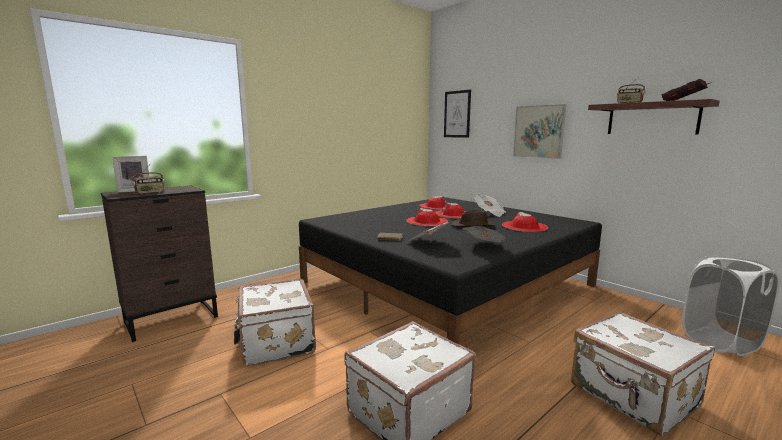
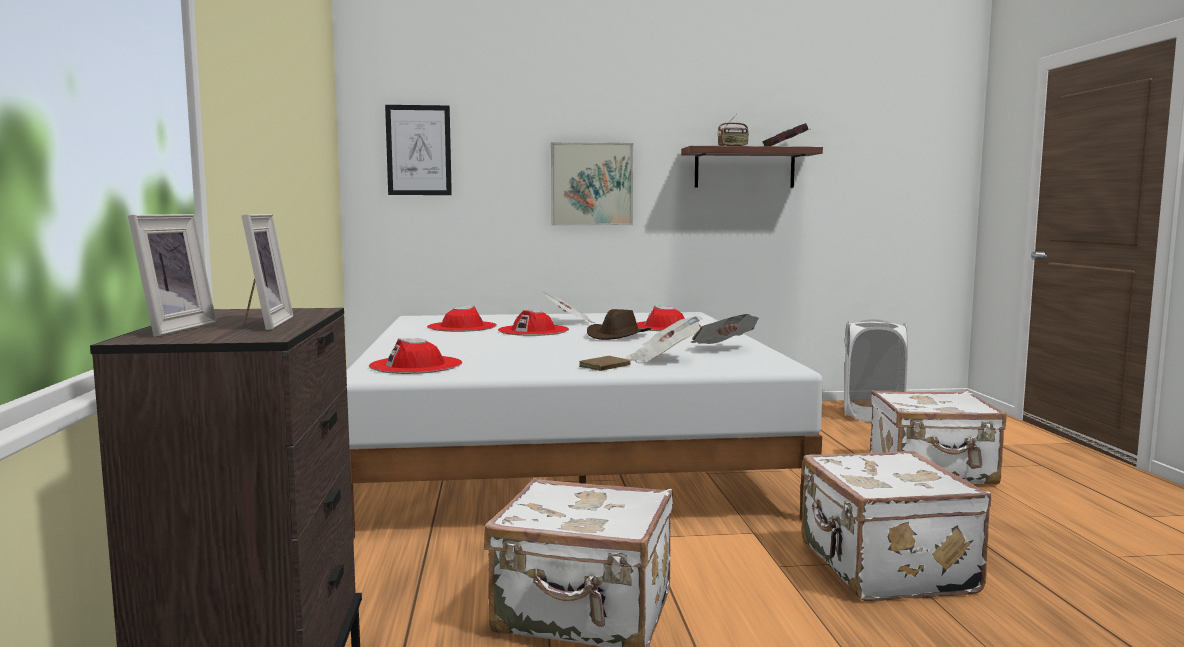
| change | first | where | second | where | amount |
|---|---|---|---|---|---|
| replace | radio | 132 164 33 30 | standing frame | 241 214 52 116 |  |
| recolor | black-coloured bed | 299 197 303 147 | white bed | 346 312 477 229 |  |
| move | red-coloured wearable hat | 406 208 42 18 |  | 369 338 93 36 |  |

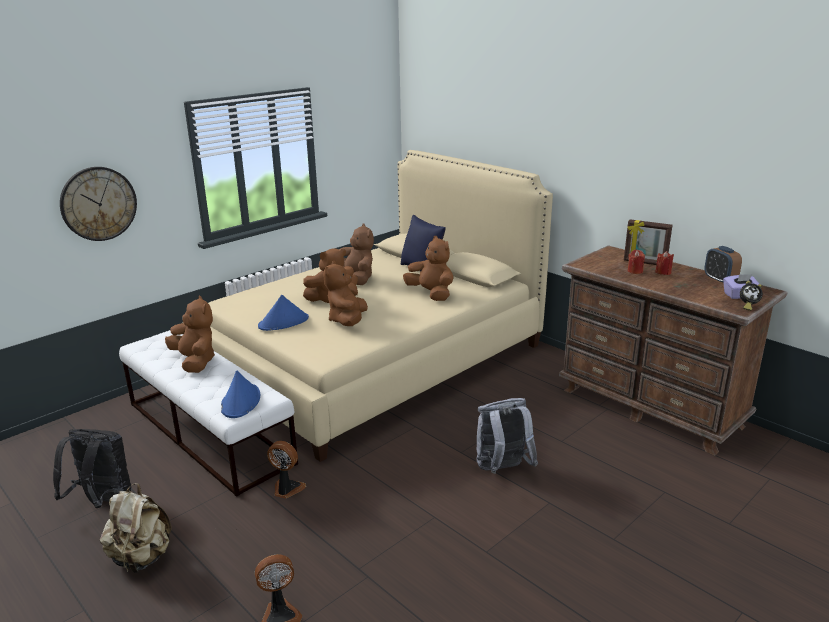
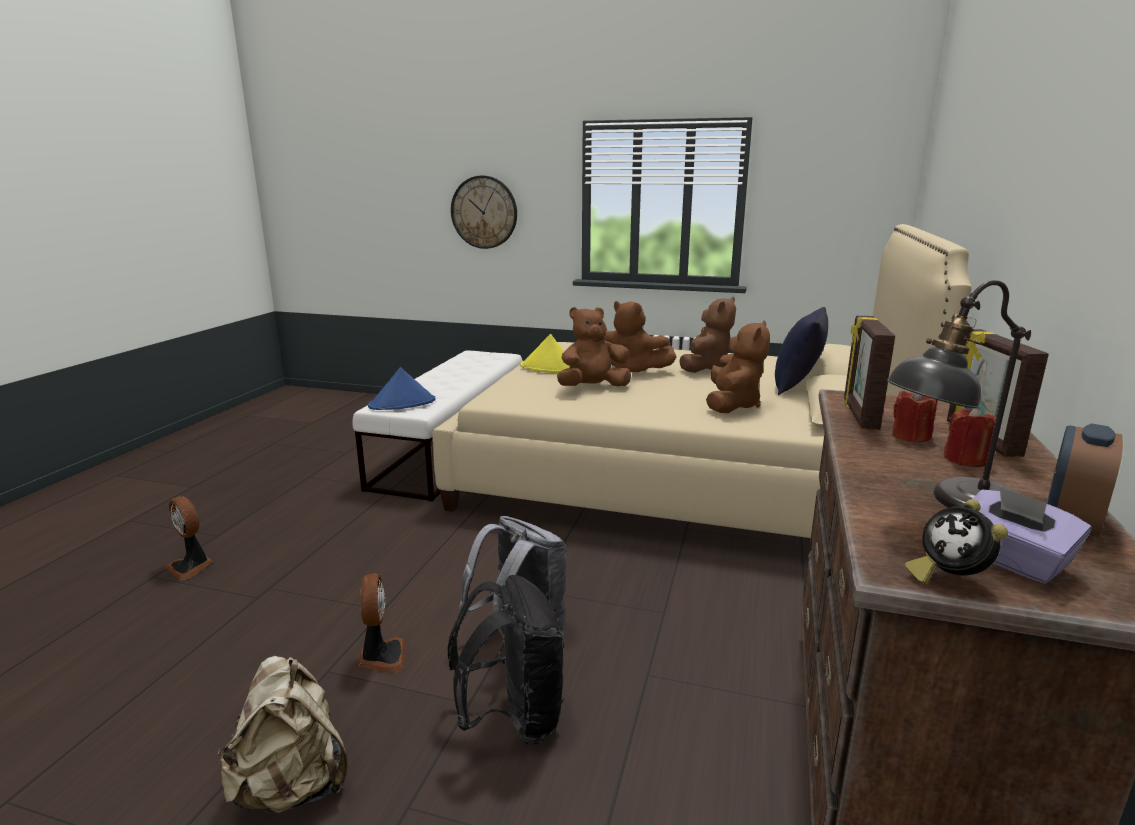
| change | first | where | second | where | amount |
|---|---|---|---|---|---|
| move | black-coloured knapsack | 53 429 78 79 |  | 447 575 117 170 |  |
| move | beige knapsack | 100 483 71 90 |  | 217 656 131 157 |  |
| delete | brown-coloured plush toy | 165 295 50 78 |  |  |  |
| recolor | blue wearable hat | 258 295 51 36 | yellowish wearable hat | 520 334 50 39 |  |
| move | cooling fan | 267 441 39 57 |  | 359 573 46 100 |  |
| insert |  |  | standing frame | 844 315 51 115 |  |
| insert |  |  | greyish table lamp | 887 280 144 228 |  |

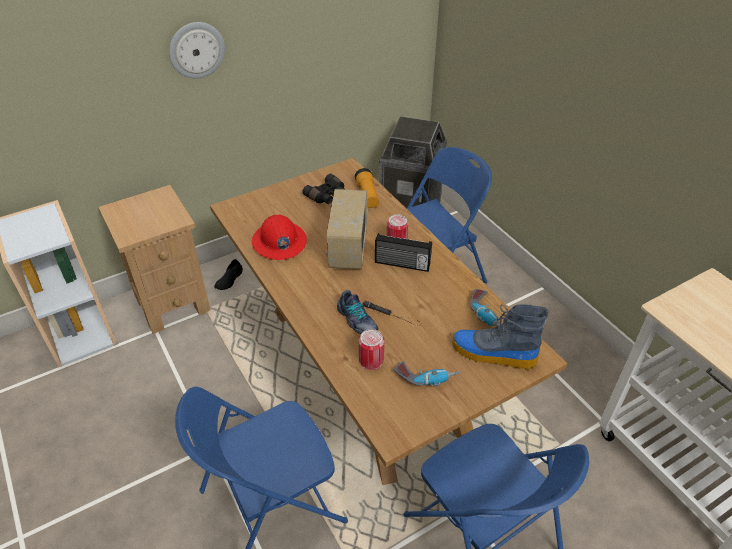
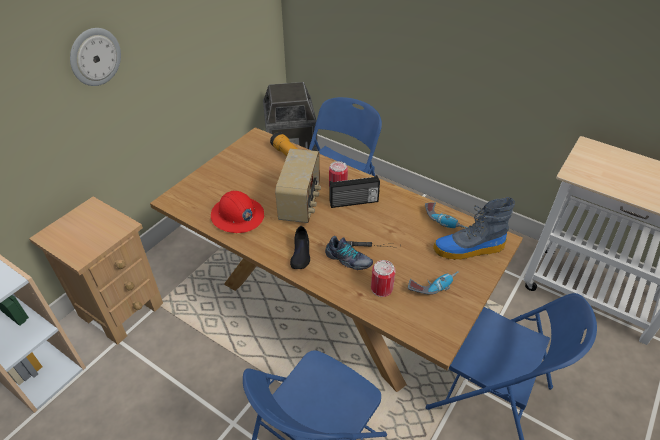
| change | first | where | second | where | amount |
|---|---|---|---|---|---|
| move | black-coloured shoe | 214 259 29 31 |  | 290 226 20 43 |  |
| delete | black-coloured field glasses | 302 174 42 30 |  |  |  |
| rotate | radio | 326 189 41 80 |  | 275 148 46 75 | 150 degrees counterclockwise |

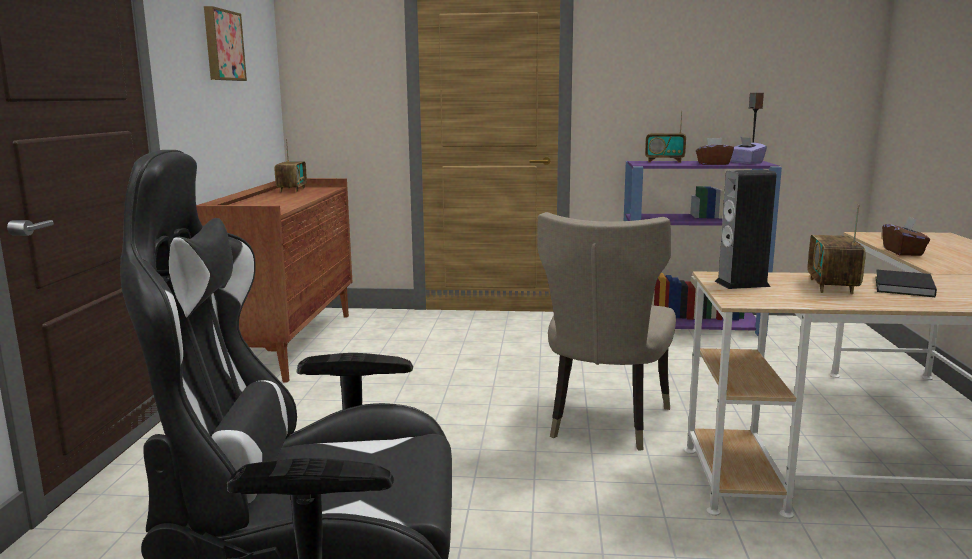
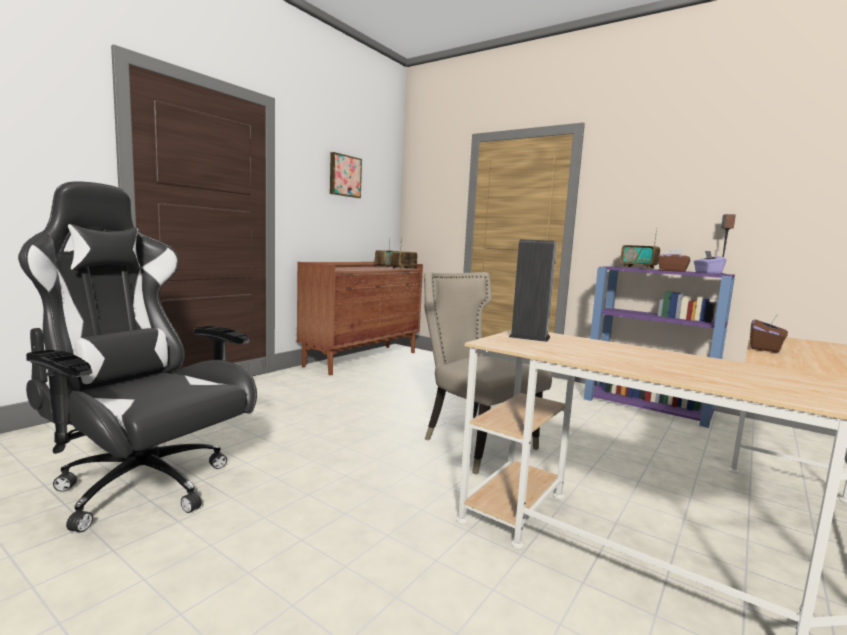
| change | first | where | second | where | amount |
|---|---|---|---|---|---|
| rotate | beige chair | 538 212 138 239 |  | 424 272 128 202 | 90 degrees clockwise |
| move | radio | 807 205 59 89 |  | 391 237 26 32 |  |
| delete | black-coloured bound book | 876 270 61 27 |  |  |  |

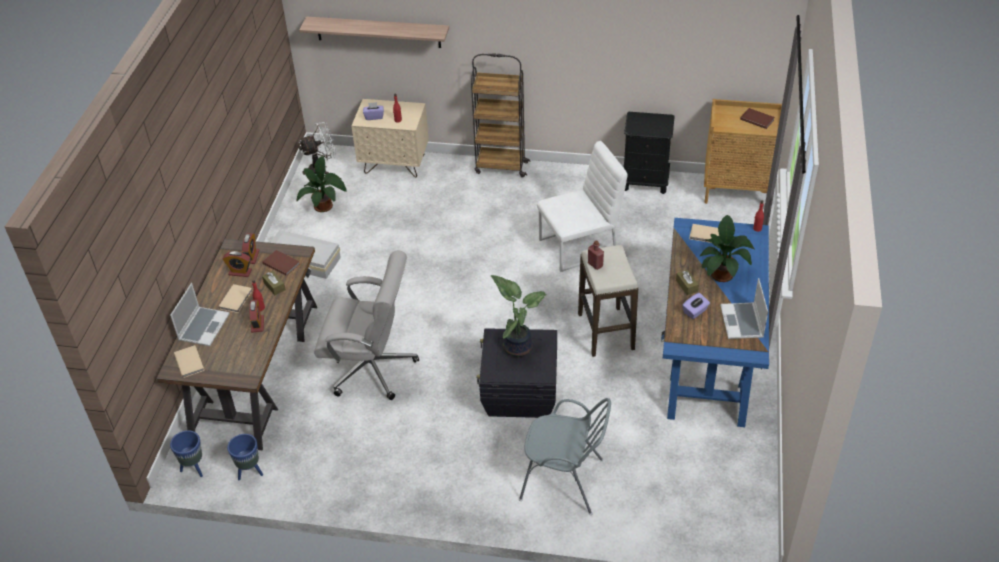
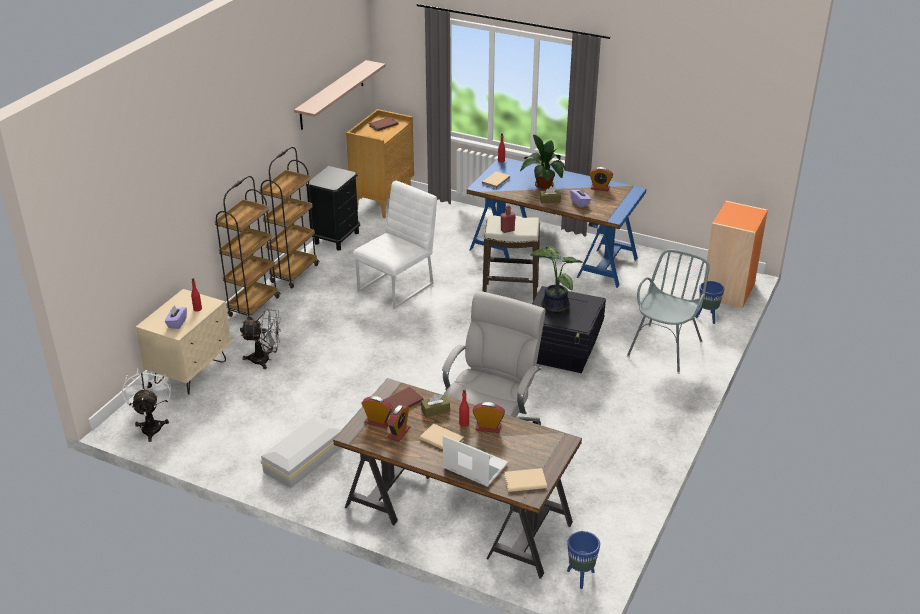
| change | first | where | second | where | amount |
|---|---|---|---|---|---|
| move | blue flower pot | 227 434 36 46 |  | 696 281 28 43 |  |
| delete | potted plant | 296 156 51 56 |  |  |  |
| move | wall shelf | 299 17 150 31 |  | 294 60 92 70 |  |
| rotate | white chair | 537 141 91 131 |  | 353 181 84 128 | 45 degrees clockwise |
| replace | notebook computer | 720 278 48 61 | table clock | 590 167 23 24 |  |
| insert |  |  | greyish cooling fan | 240 309 41 60 |  |
| insert |  |  | brown-coloured wheeled cart | 260 147 60 141 |  |
| insert |  |  | orange bookshelf | 704 201 64 107 |  |

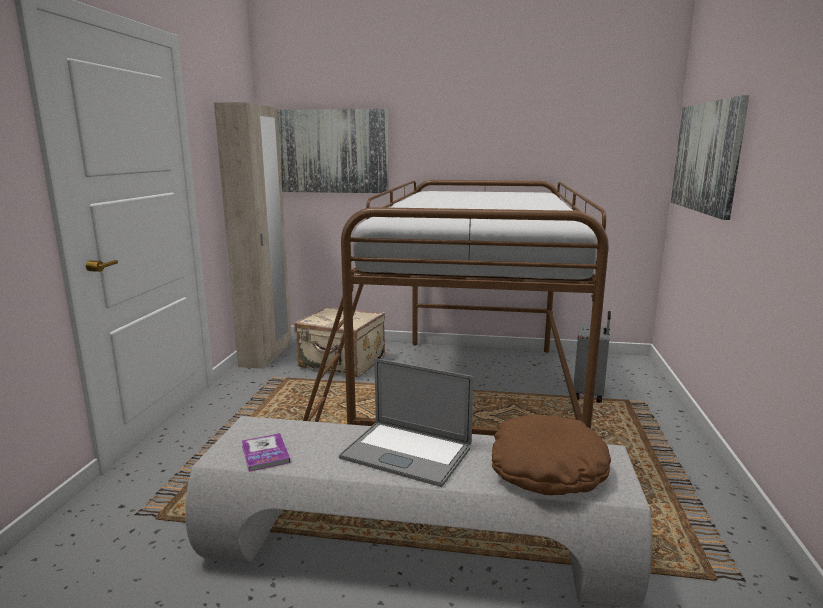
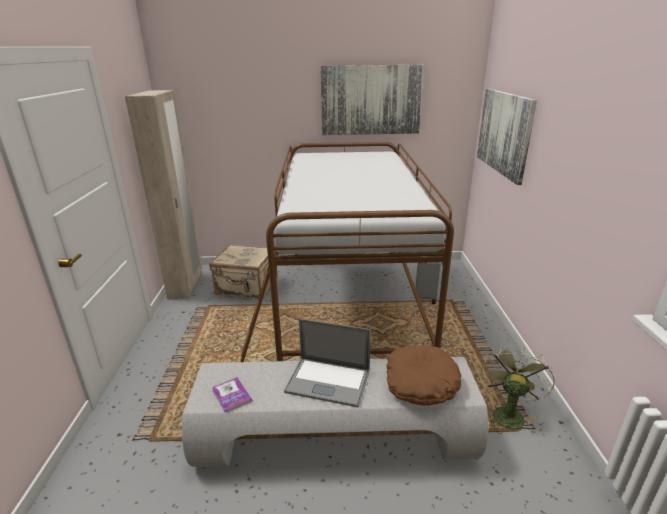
| change | first | where | second | where | amount |
|---|---|---|---|---|---|
| move | wall picture | 277 109 111 84 |  | 321 65 103 70 |  |
| insert |  |  | green-coloured cooling fan | 481 346 74 88 |  |

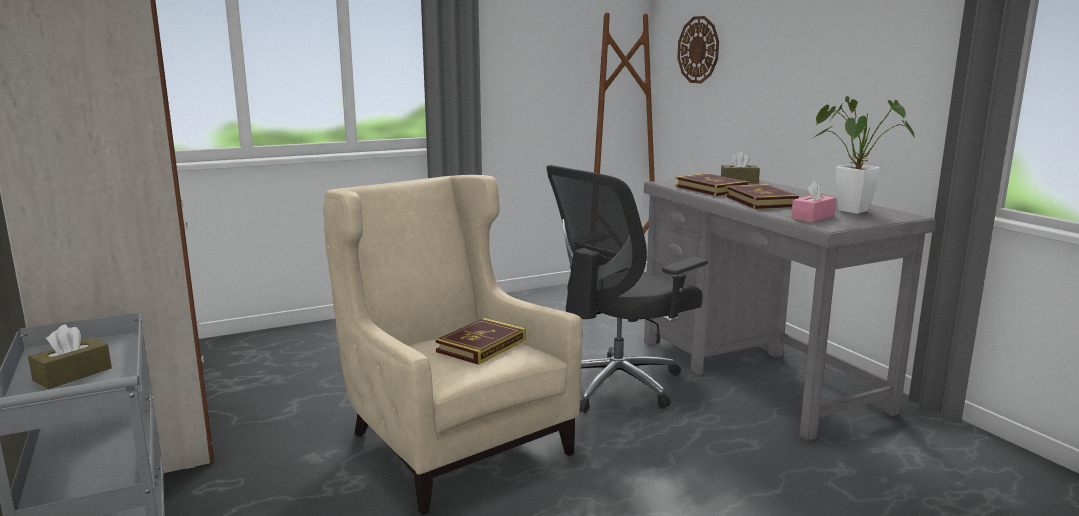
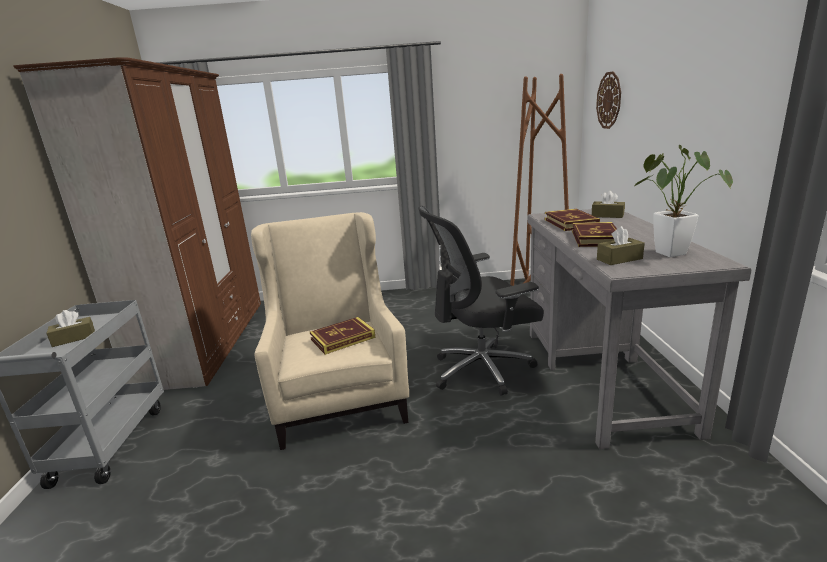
| change | first | where | second | where | amount |
|---|---|---|---|---|---|
| recolor | pink tissue holder | 791 180 45 42 | brown-coloured tissue holder | 597 226 48 39 |  |

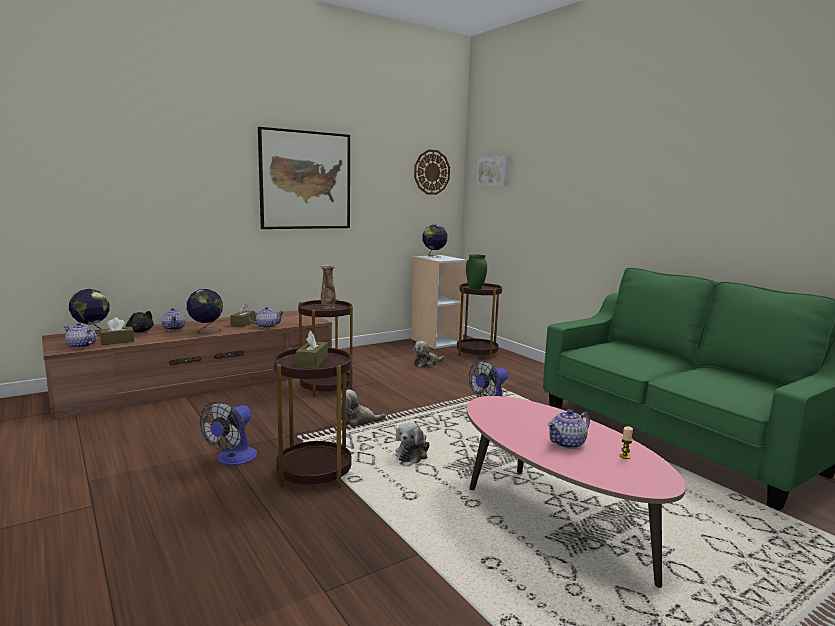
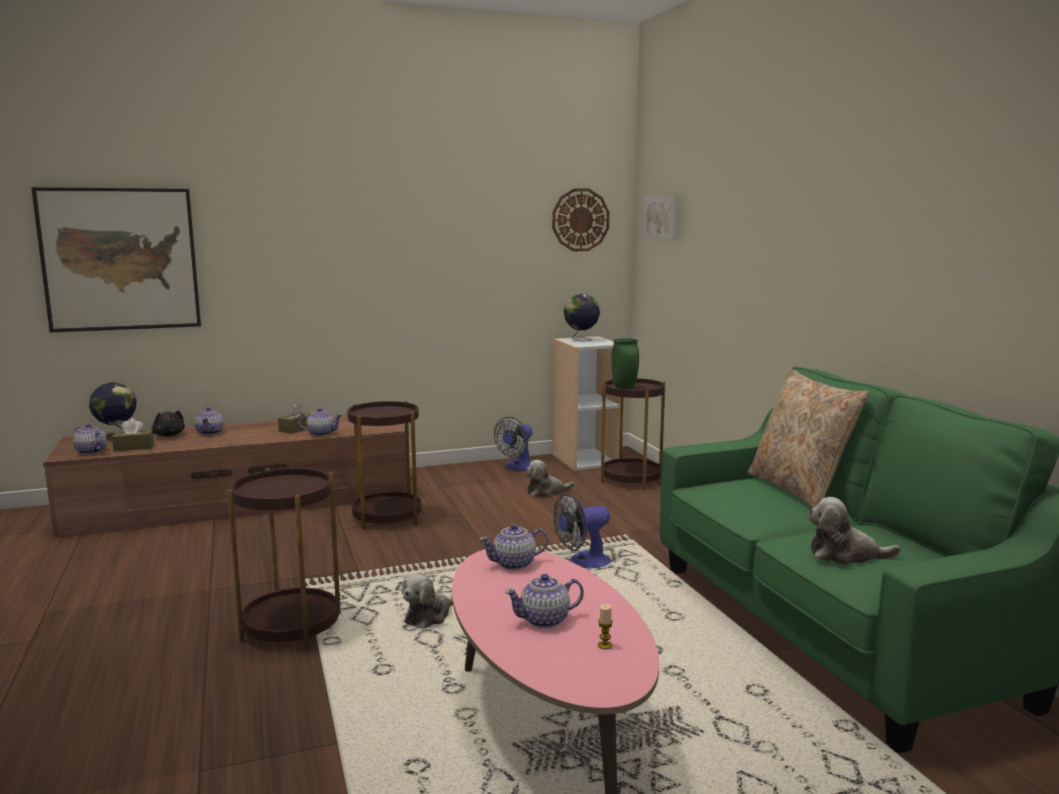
| change | first | where | second | where | amount |
|---|---|---|---|---|---|
| delete | desk globe | 187 289 36 45 |  |  |  |
| move | cooling fan | 200 401 57 64 |  | 494 417 39 53 |  |
| move | wall picture | 258 127 92 102 |  | 31 187 170 146 |  |
| delete | brown-coloured tissue holder | 296 331 32 38 |  |  |  |
| delete | flower vase | 321 265 15 44 |  |  |  |
| move | plush toy | 341 389 45 38 |  | 808 497 93 68 |  |
| insert |  |  | teapot | 480 524 68 46 |  |
| insert |  |  | beige cushion | 748 369 122 139 |  |

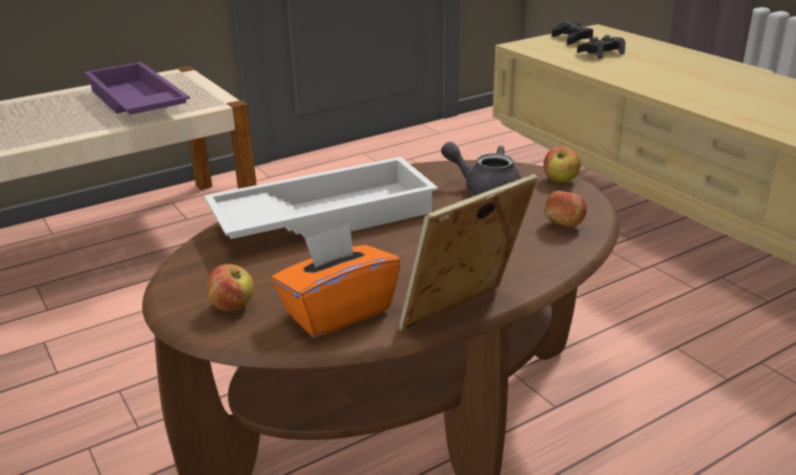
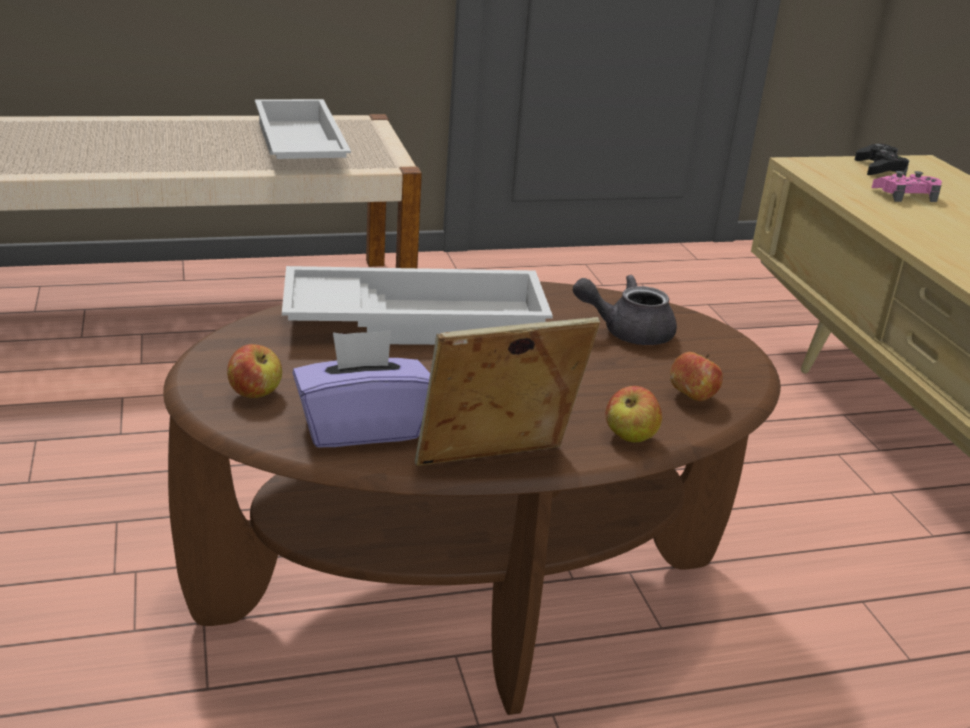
| change | first | where | second | where | amount |
|---|---|---|---|---|---|
| recolor | purplish carrying tray | 84 62 106 53 | white carrying tray | 255 99 96 60 |  |
| recolor | orange tissue holder | 272 225 129 112 | purplish tissue holder | 293 330 137 117 |  |
| rotate | greyish teapot | 441 142 80 54 |  | 573 275 104 70 | 45 degrees counterclockwise |
| move | apple fruit | 543 146 38 37 |  | 605 386 57 56 |  |
| recolor | black-coloured game controller | 577 35 49 24 | pink game controller | 872 171 70 31 |  |

